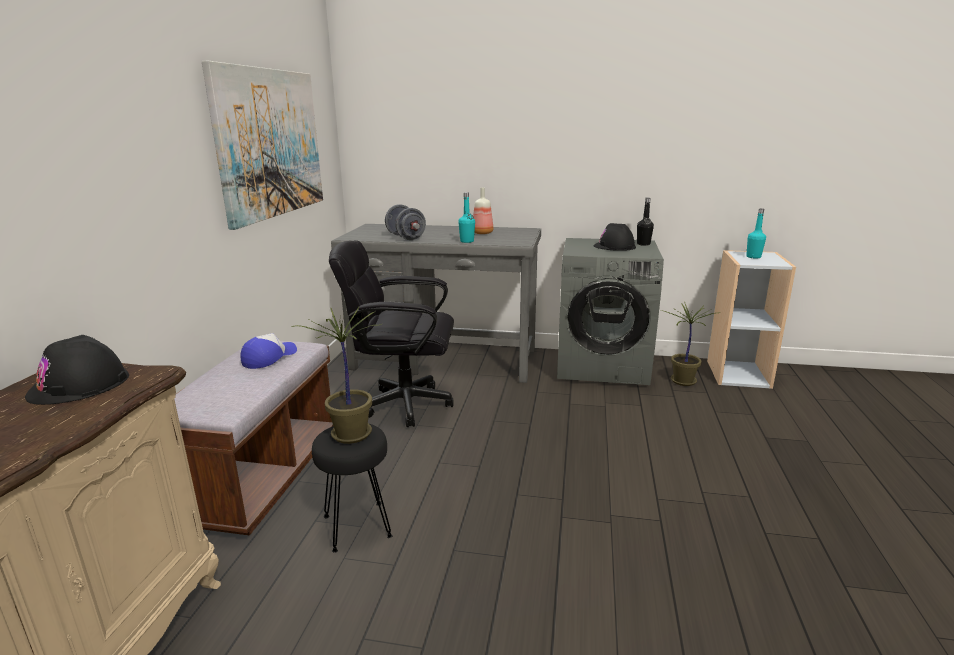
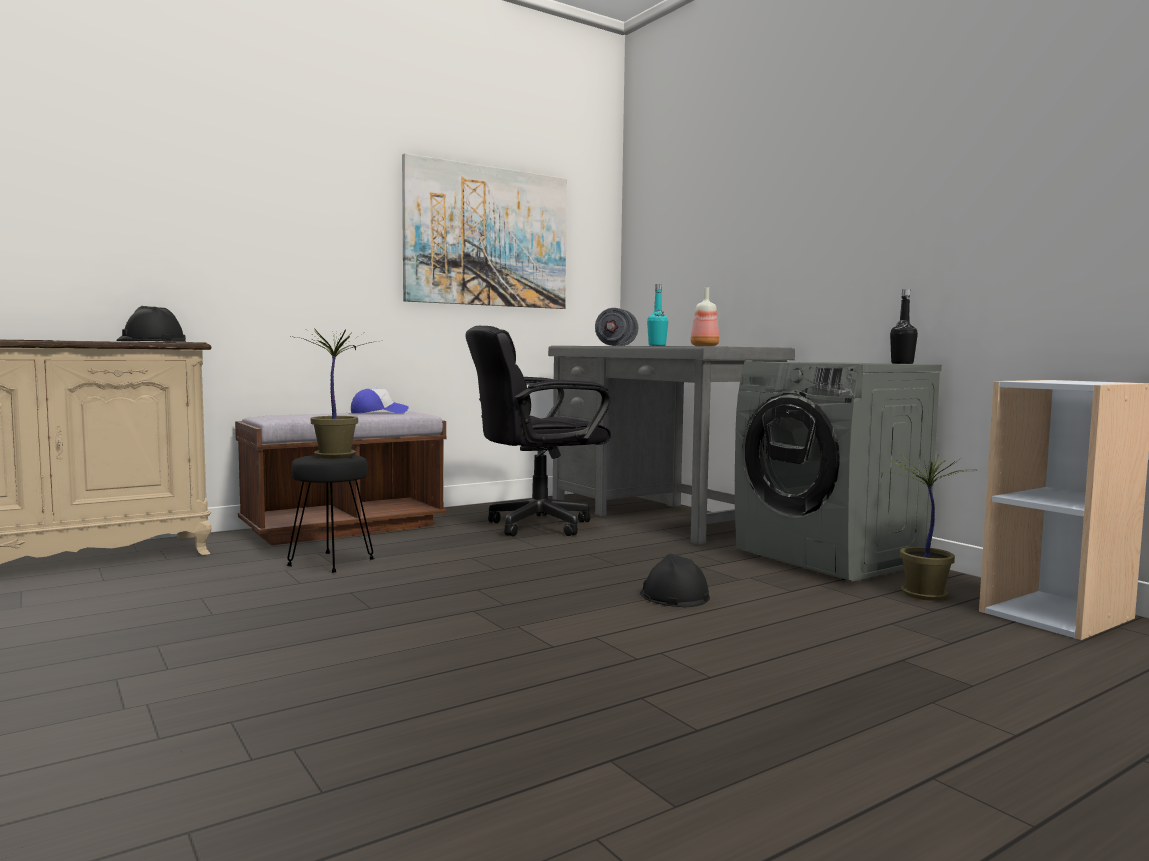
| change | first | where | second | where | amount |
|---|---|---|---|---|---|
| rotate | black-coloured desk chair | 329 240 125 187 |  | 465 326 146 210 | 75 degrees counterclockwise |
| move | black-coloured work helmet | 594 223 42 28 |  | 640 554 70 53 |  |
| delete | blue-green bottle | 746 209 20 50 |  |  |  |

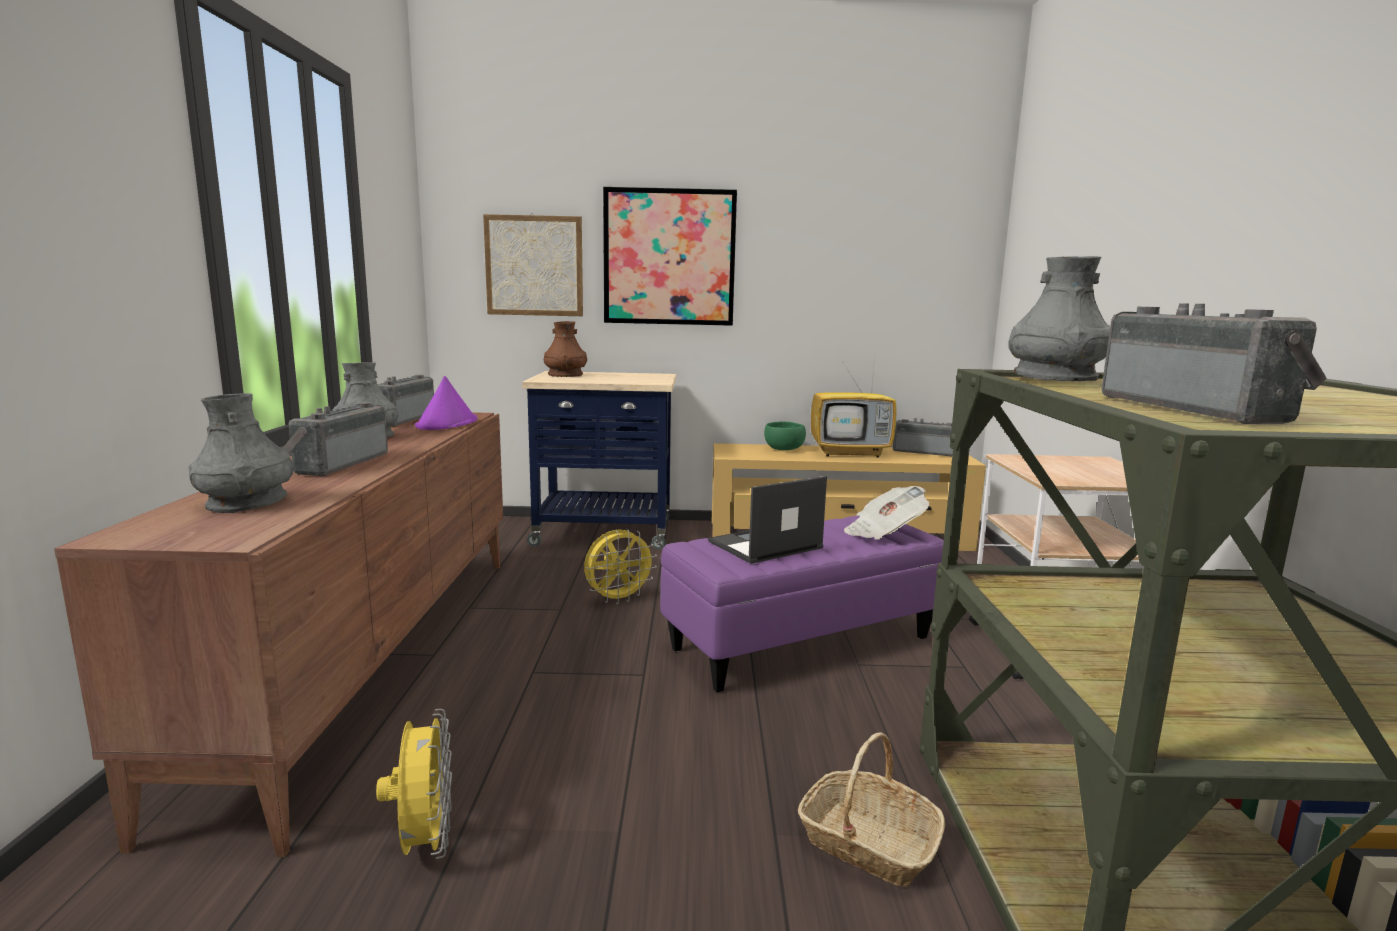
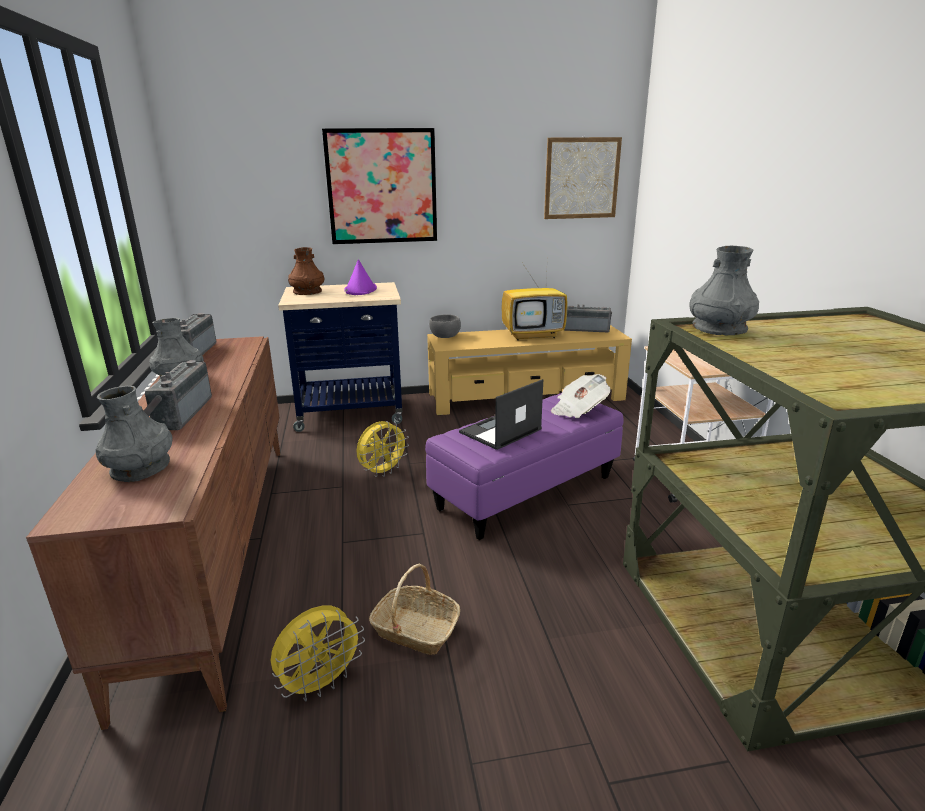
| change | first | where | second | where | amount |
|---|---|---|---|---|---|
| rotate | yellowish cooling fan | 376 709 76 150 |  | 271 606 94 95 | 75 degrees clockwise |
| move | purplish wearable hat | 415 376 62 54 |  | 345 260 32 35 |  |
| move | wall picture | 483 213 100 103 |  | 544 135 78 84 |  |
| delete | green-coloured deep dish | 764 421 42 29 |  |  |  |
| move | household basket | 798 733 147 154 |  | 369 564 91 91 |  |
| delete | radio | 1101 303 226 121 |  |  |  |
| insert |  |  | greyish deep dish | 429 314 32 24 |  |

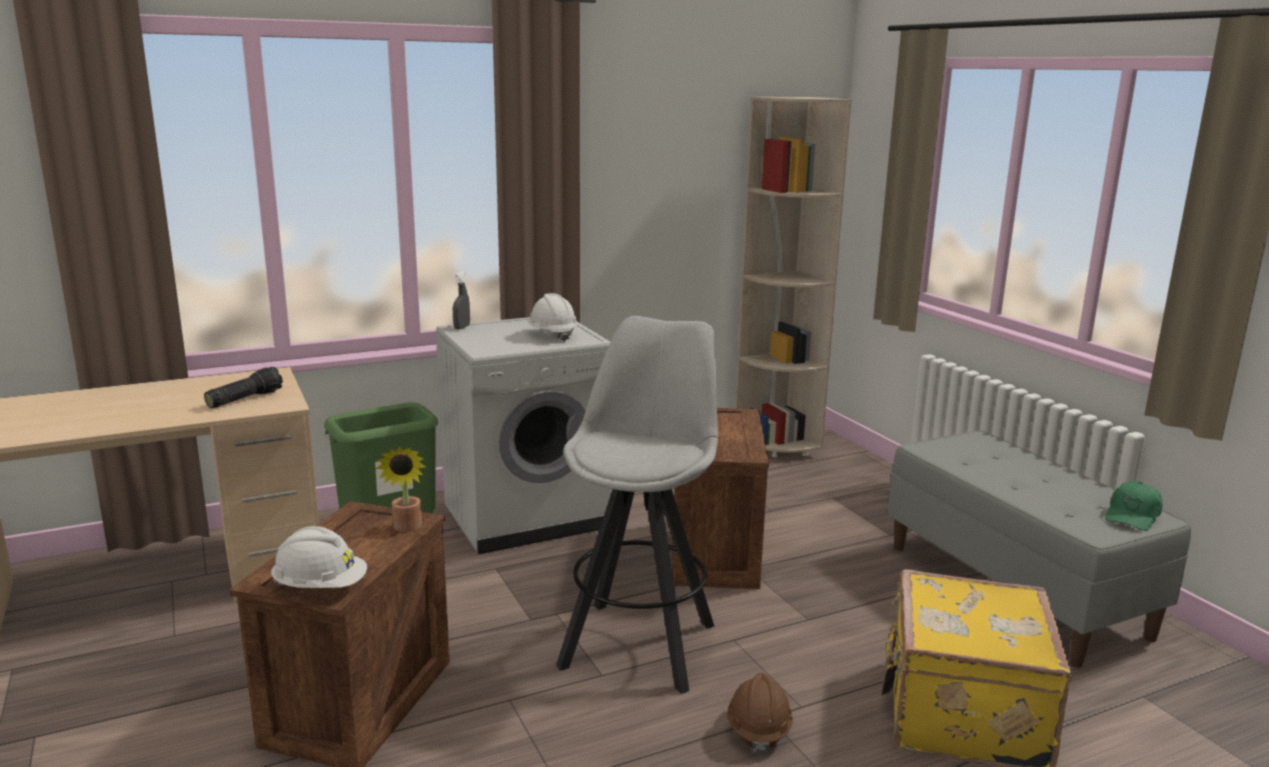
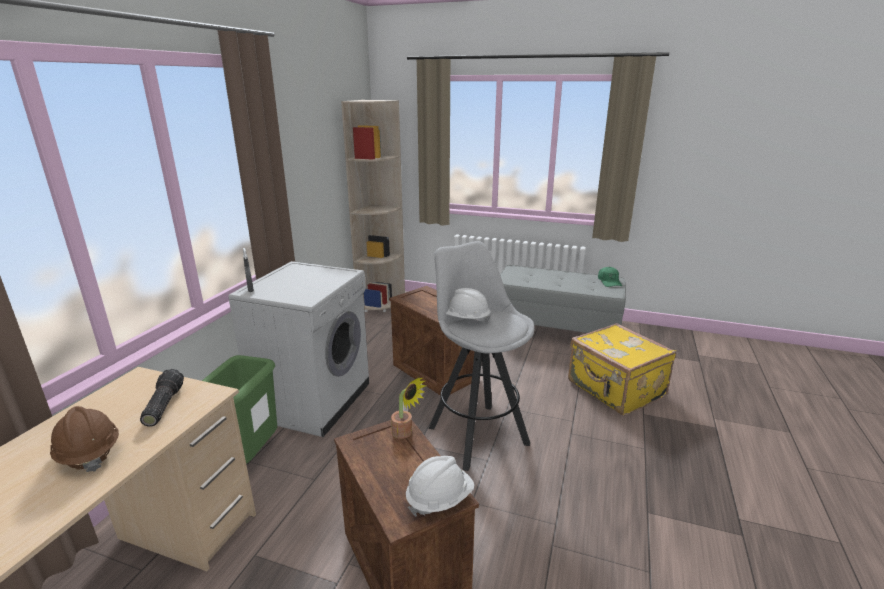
| change | first | where | second | where | amount |
|---|---|---|---|---|---|
| move | white work helmet | 527 293 51 49 |  | 446 288 45 34 |  |
| move | brown-coloured work helmet | 727 672 66 84 |  | 50 406 69 66 |  |

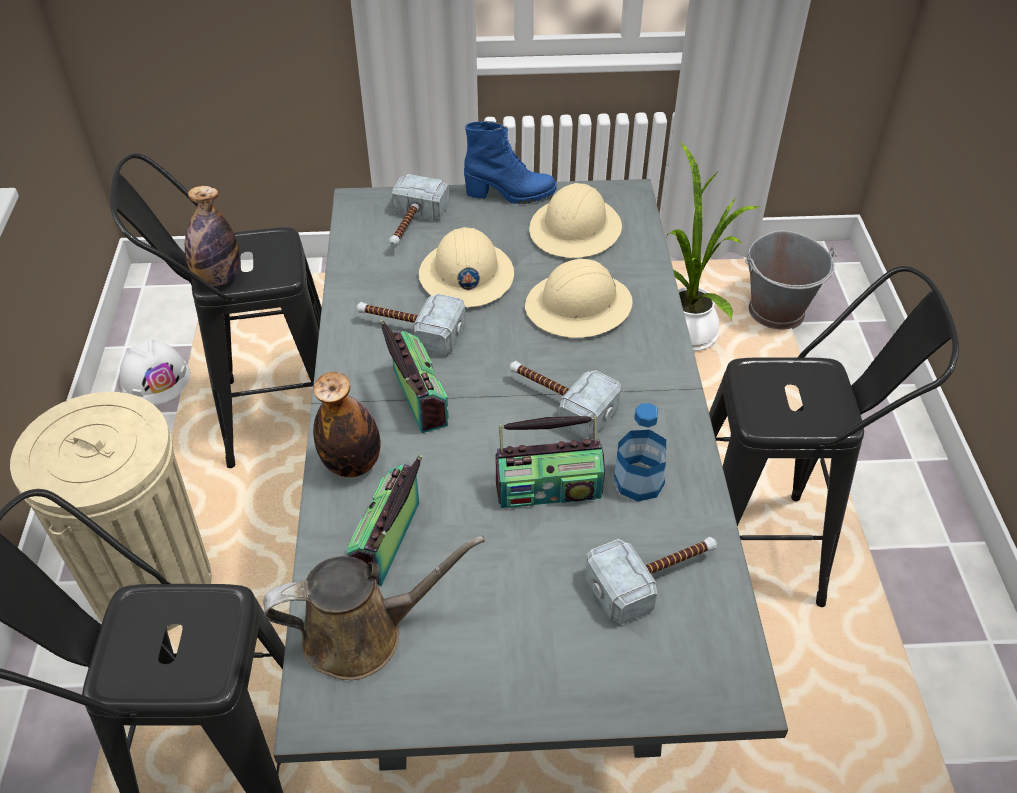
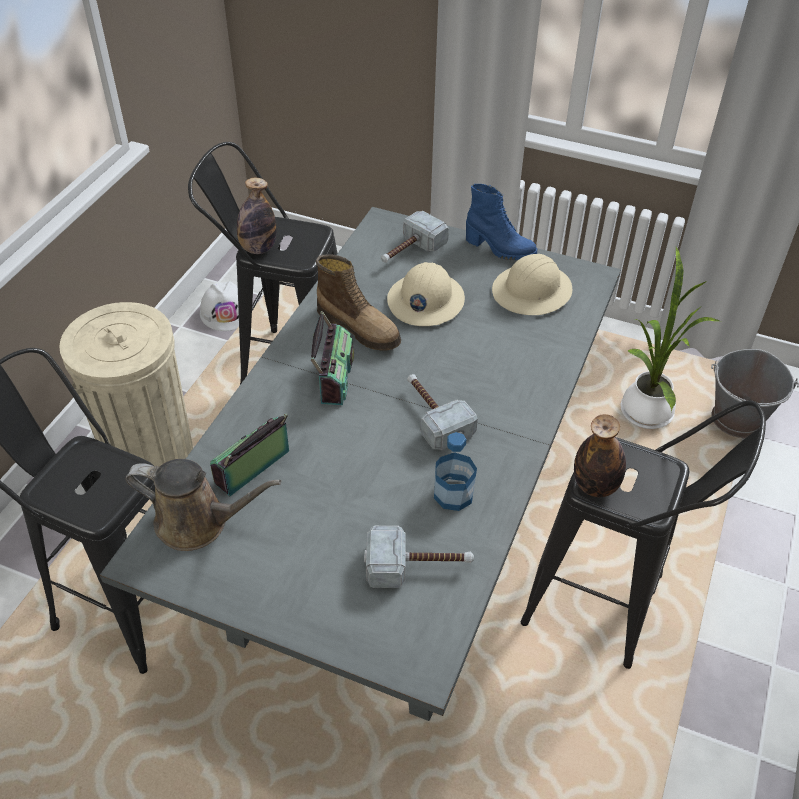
| change | first | where | second | where | amount |
|---|---|---|---|---|---|
| move | bottle | 313 372 68 105 |  | 574 414 52 83 |  |
| replace | hand hammer | 356 294 110 62 | boot | 316 254 85 97 |  |
| delete | radio | 495 416 110 92 |  |  |  |
| delete | beige work helmet | 525 259 108 79 |  |  |  |

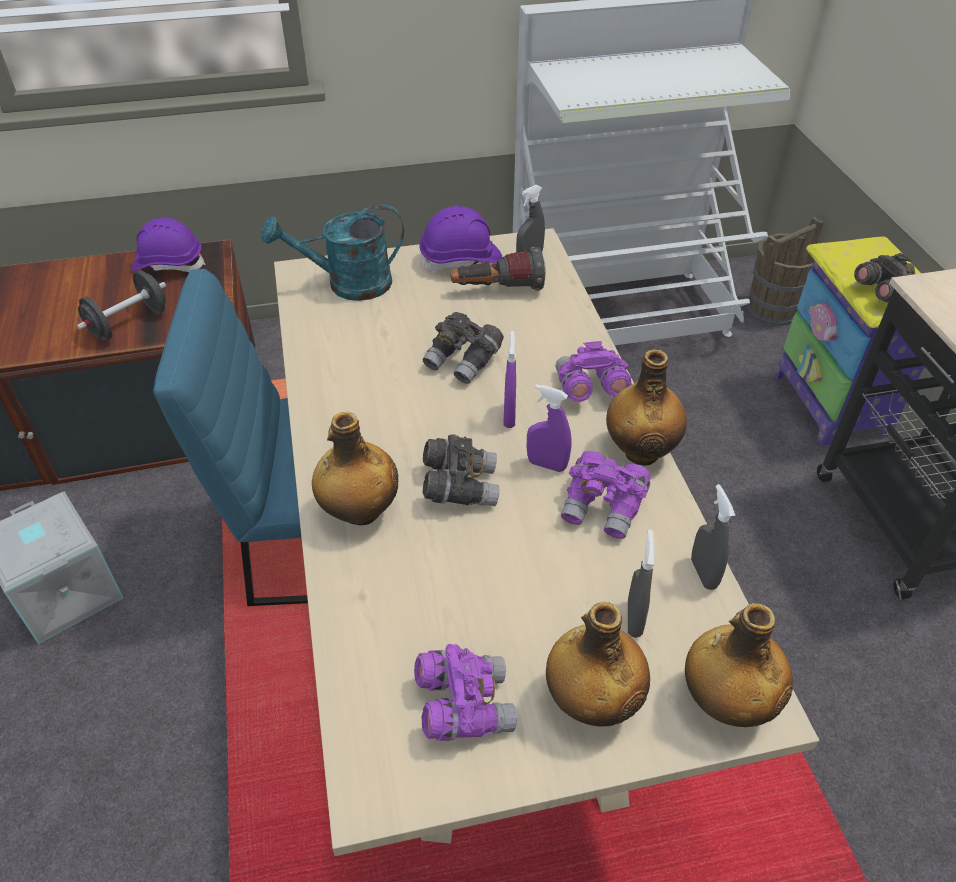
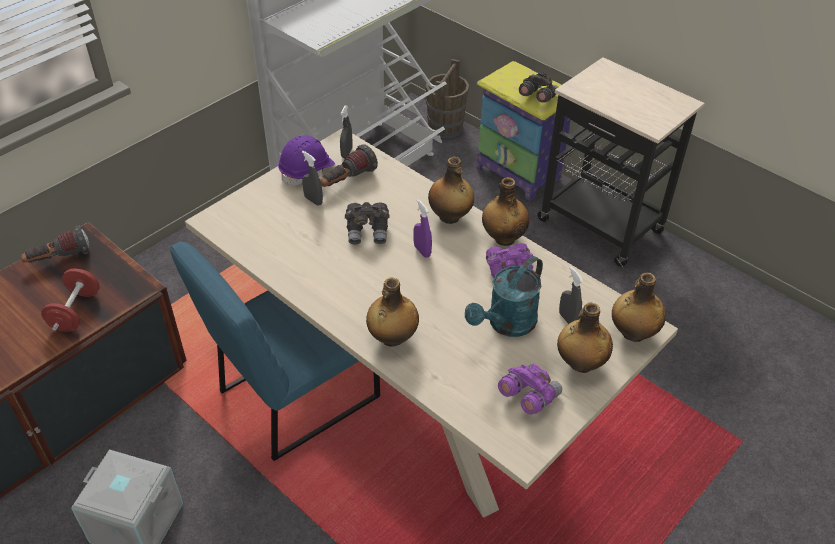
| change | first | where | second | where | amount |
|---|---|---|---|---|---|
| recolor | black-coloured free weight | 77 270 89 71 | red-coloured free weight | 41 268 59 64 |  |
| replace | purplish work helmet | 131 218 75 54 | flashlight | 21 226 69 37 |  |
| move | blue-green sprinkling can | 261 204 143 97 |  | 465 256 78 81 |  |
| delete | greyish field glasses | 423 434 77 72 |  |  |  |
| delete | purplish hand sprayer | 527 384 45 88 |  |  |  |
| replace | purplish field glasses | 555 341 77 61 | bottle | 428 157 46 67 |  |
| move | greyish hand sprayer | 691 484 44 106 |  | 302 151 21 55 |  |

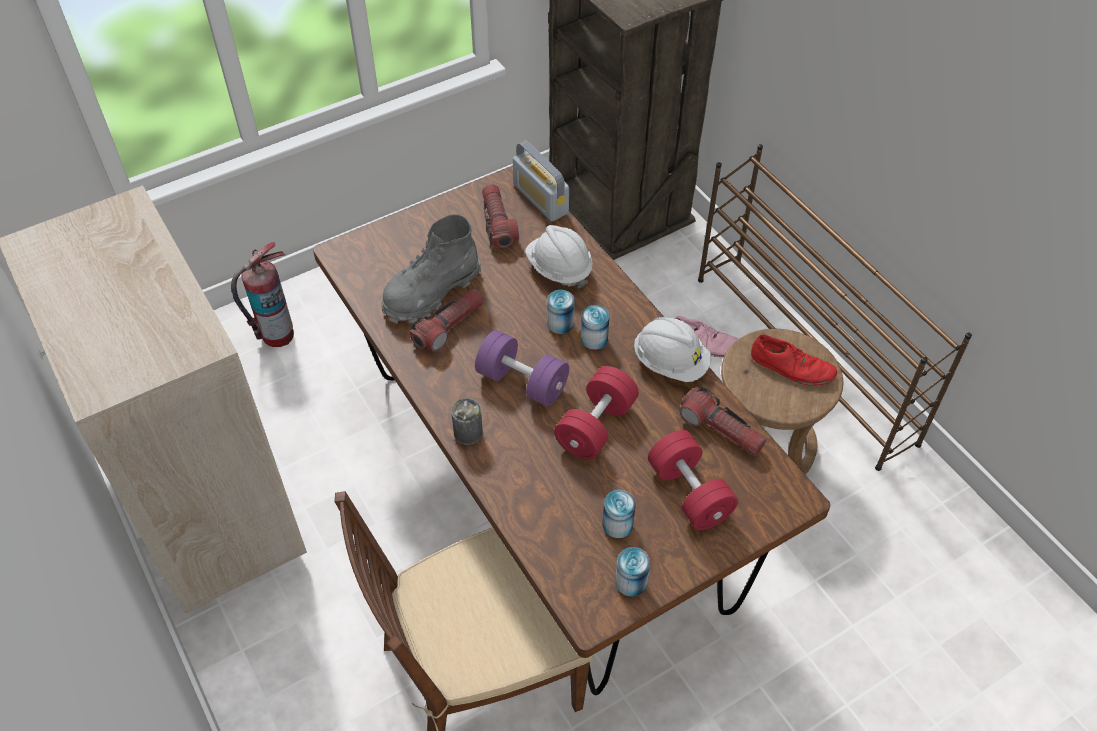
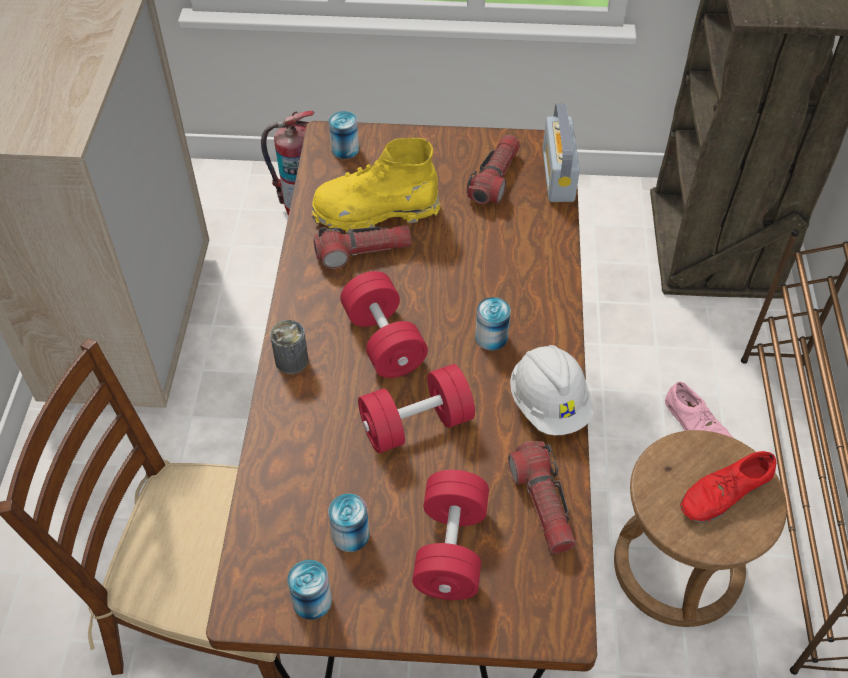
| change | first | where | second | where | amount |
|---|---|---|---|---|---|
| recolor | greyish boot | 381 214 100 109 | yellowish boot | 312 138 128 95 |  |
| recolor | purplish free weight | 475 330 94 76 | red-coloured free weight | 340 271 88 107 |  |
| delete | white work helmet | 525 225 68 64 |  |  |  |
| move | sealed can | 547 290 28 44 |  | 329 111 30 48 |  |
| rotate | red-coloured shoe | 751 334 86 52 |  | 680 451 96 72 | 90 degrees clockwise |

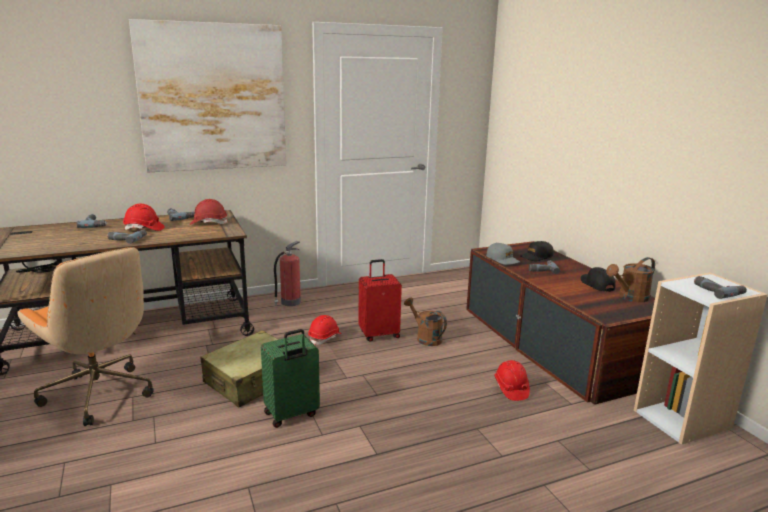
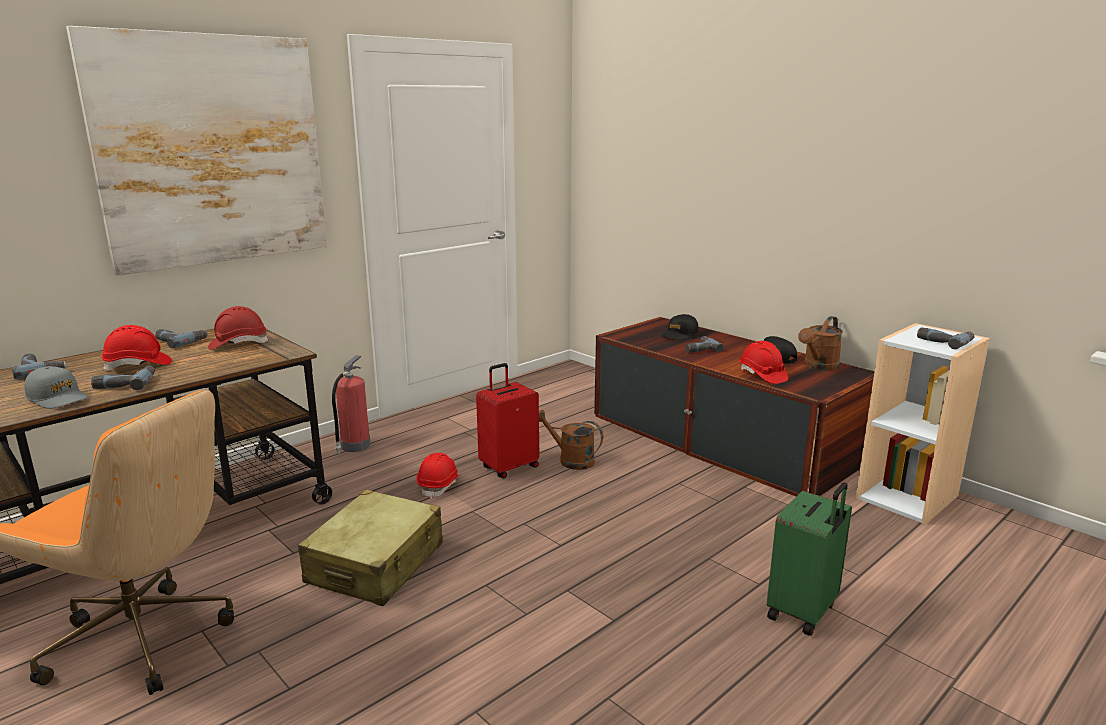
| change | first | where | second | where | amount |
|---|---|---|---|---|---|
| move | green-coloured travel case | 261 329 59 99 |  | 767 482 85 154 |  |
| move | greyish cap | 486 243 34 22 |  | 24 366 64 43 |  |
| move | red-coloured work helmet | 494 360 36 41 |  | 739 341 49 43 |  |

